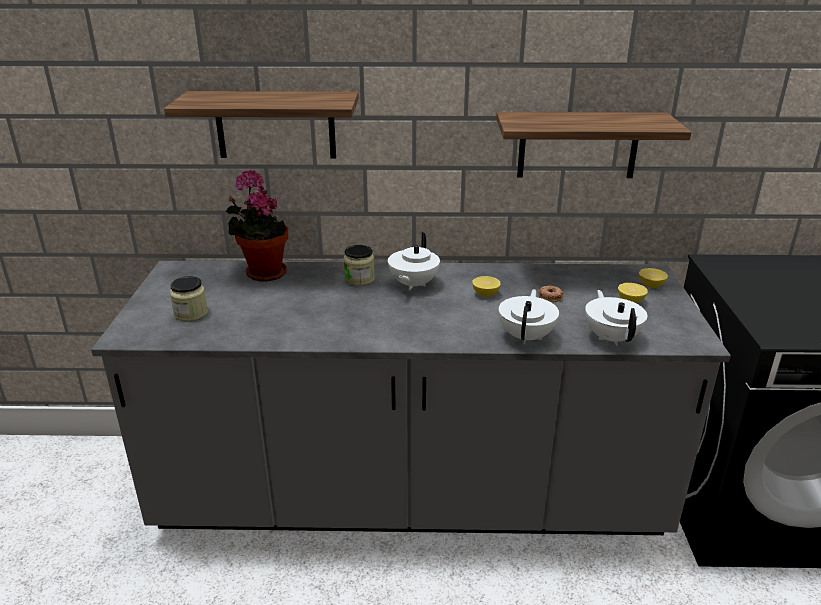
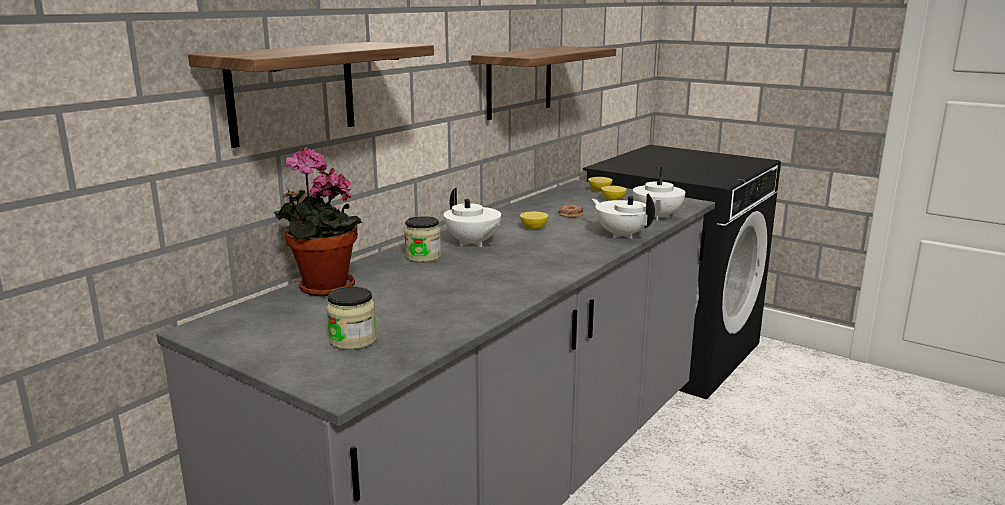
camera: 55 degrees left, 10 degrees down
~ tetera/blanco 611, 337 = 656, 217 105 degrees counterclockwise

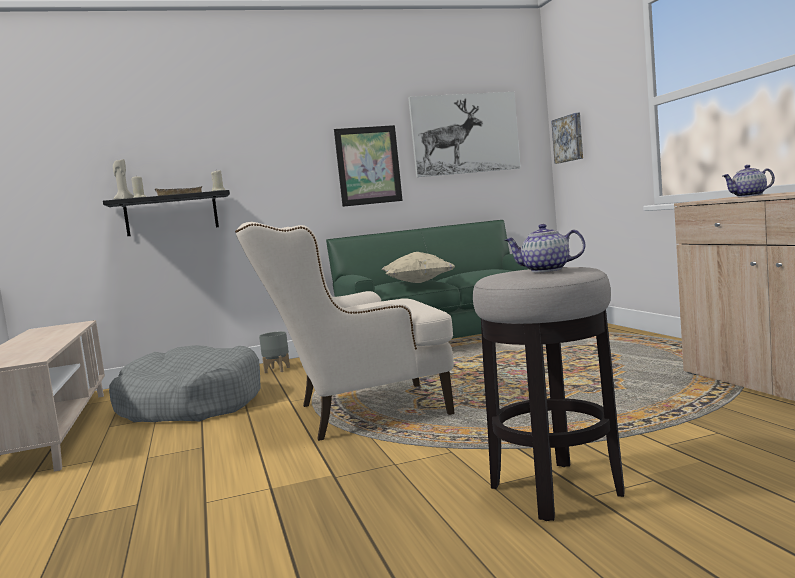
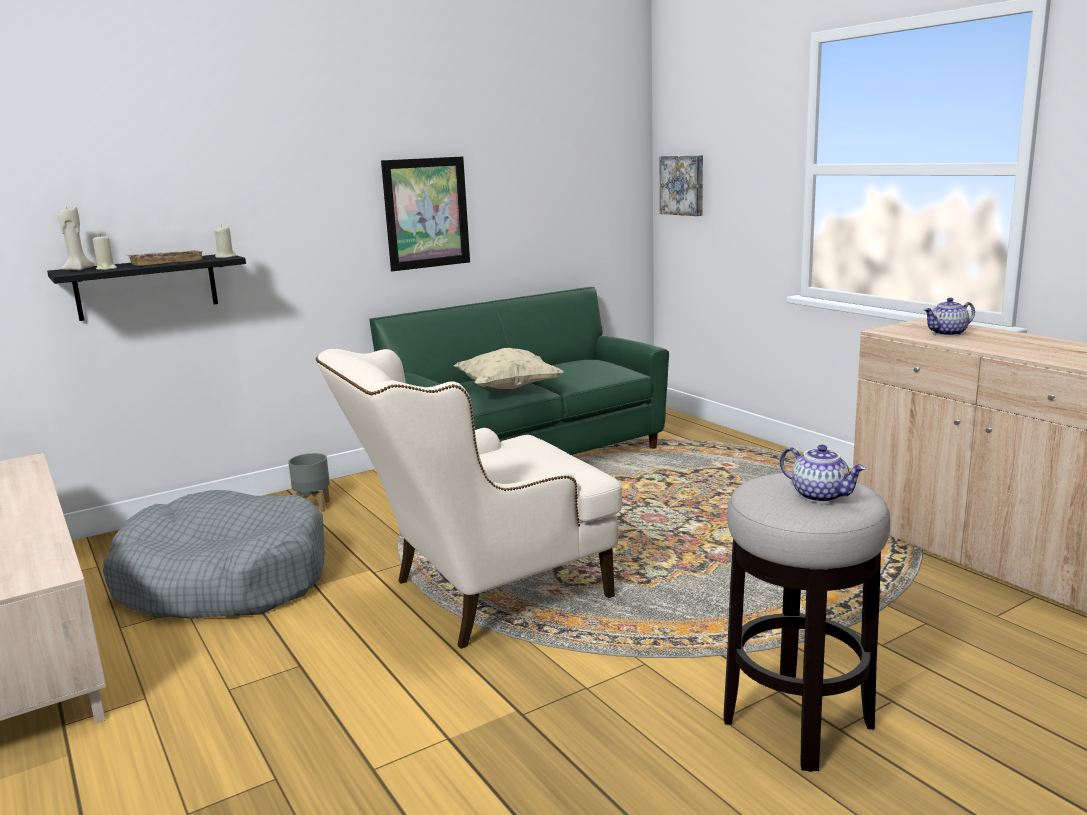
camera: 15 degrees left, 10 degrees up
- cuadro 465, 134
~ tetera 545, 270 = 821, 495 135 degrees counterclockwise

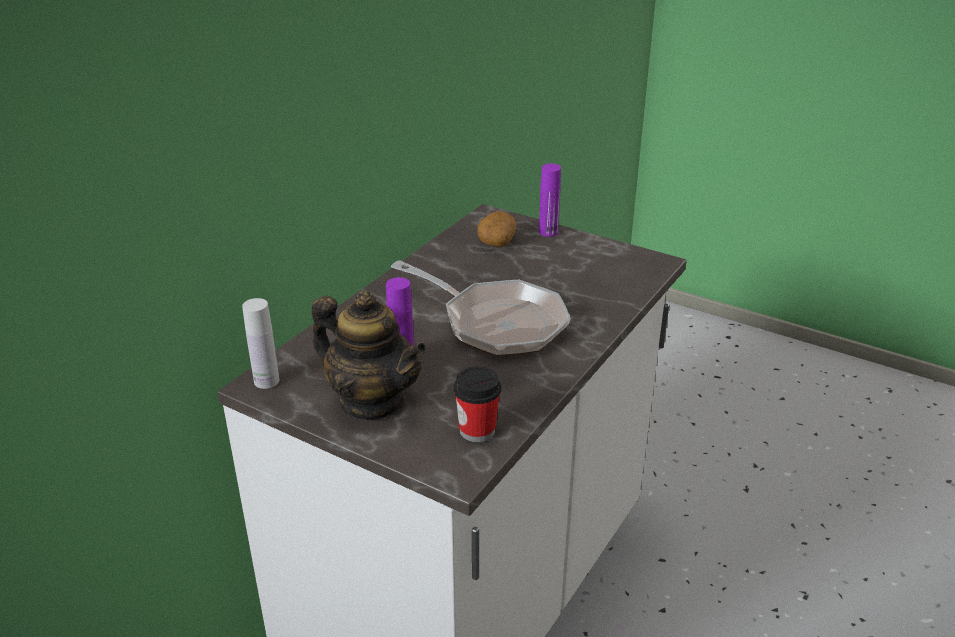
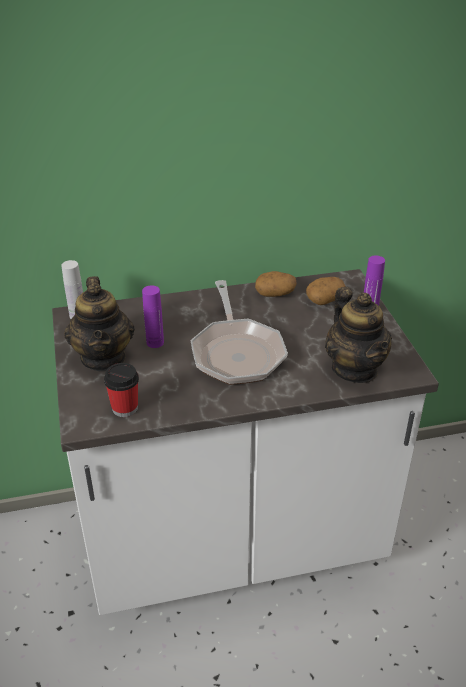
camera: 45 degrees right, 5 degrees up
+ patata 275, 293
+ tetera 355, 369

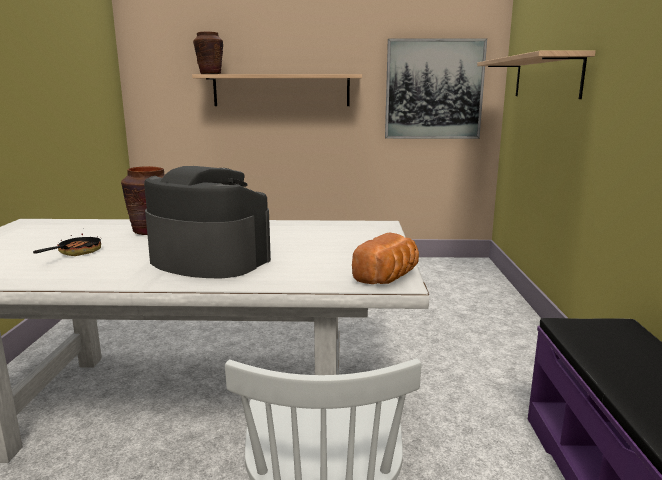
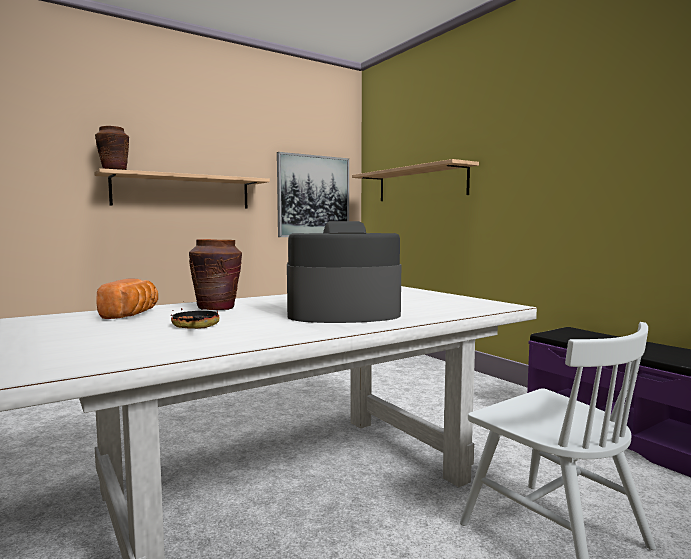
camera: 35 degrees left, 10 degrees down
~ pan 388, 277 to 132, 314

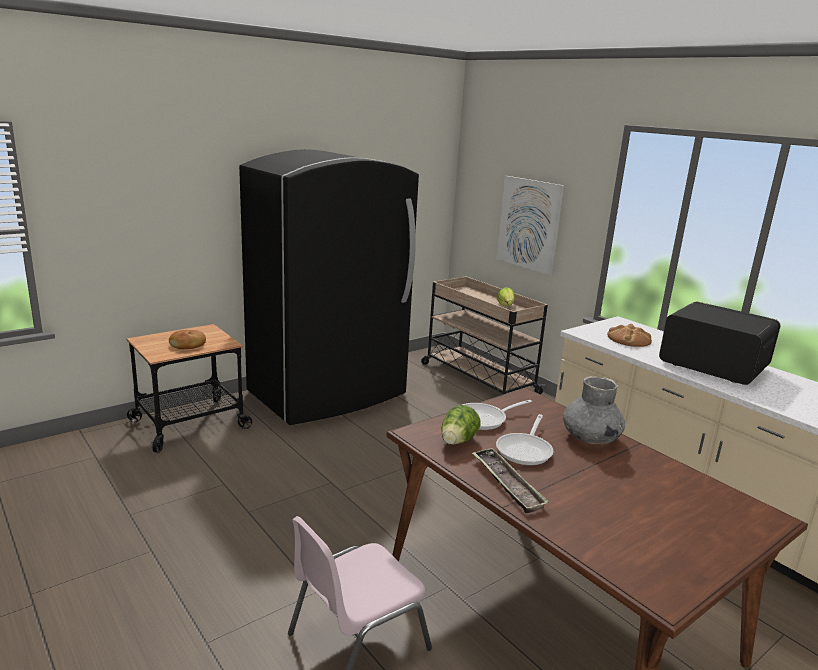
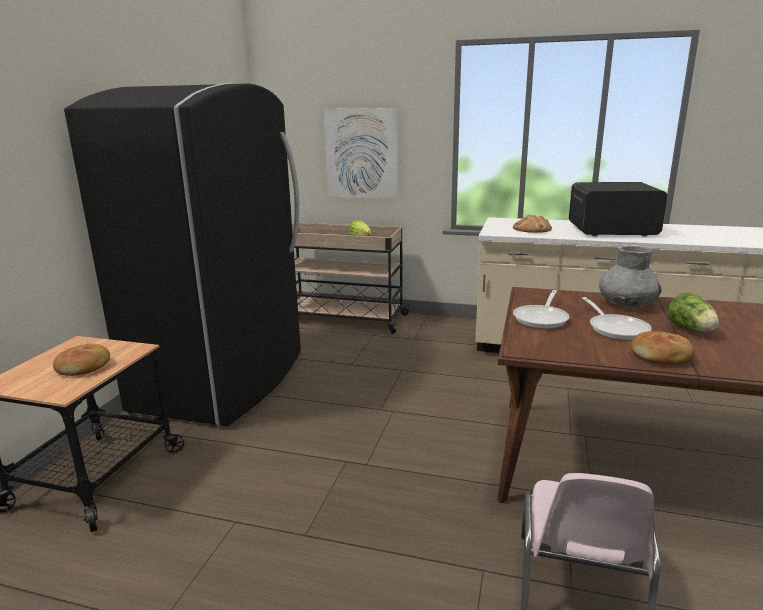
camera: 35 degrees left, 0 degrees up
~ lechuga 457, 442 to 691, 330
~ bandeja 507, 483 to pan 661, 357

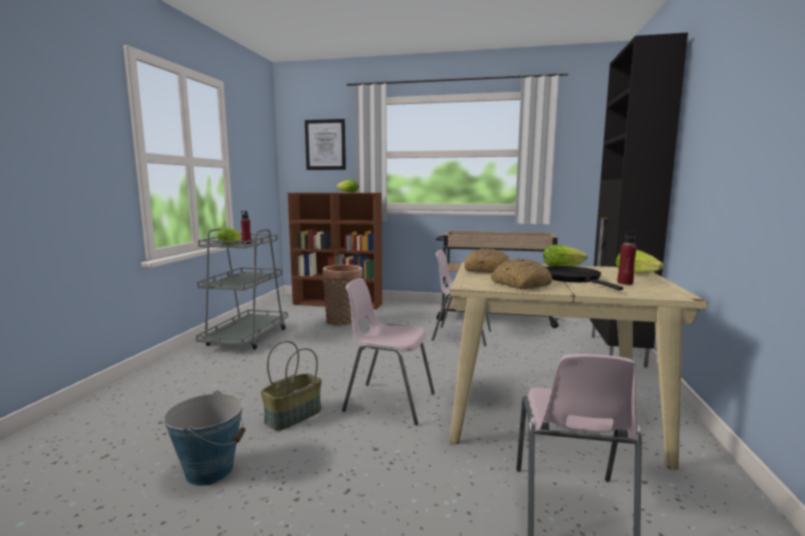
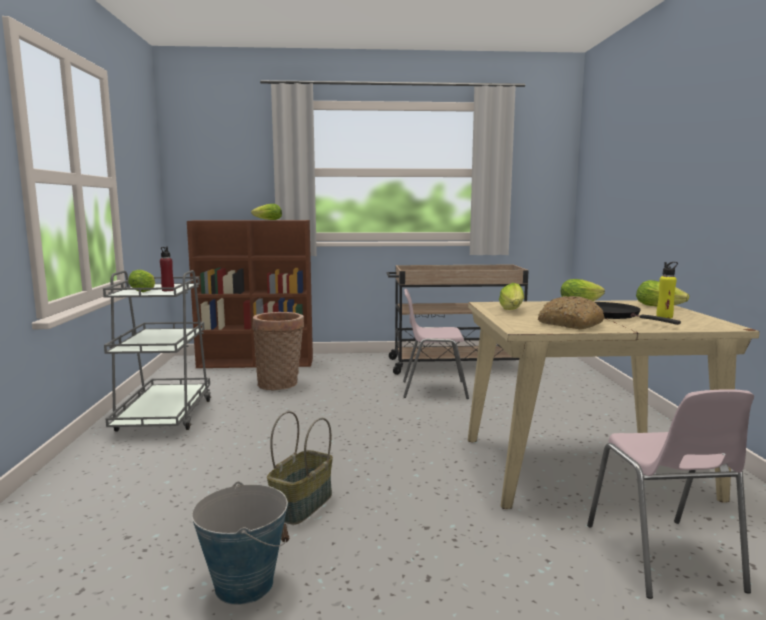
camera: 15 degrees left, 0 degrees up
- cuadro 325, 145
- silla/rosa 389, 402
~ pan 487, 270 to lechuga 512, 310
- armario/negro 616, 351
~ botella/rojo 625, 283 to botella/amarillo 664, 317

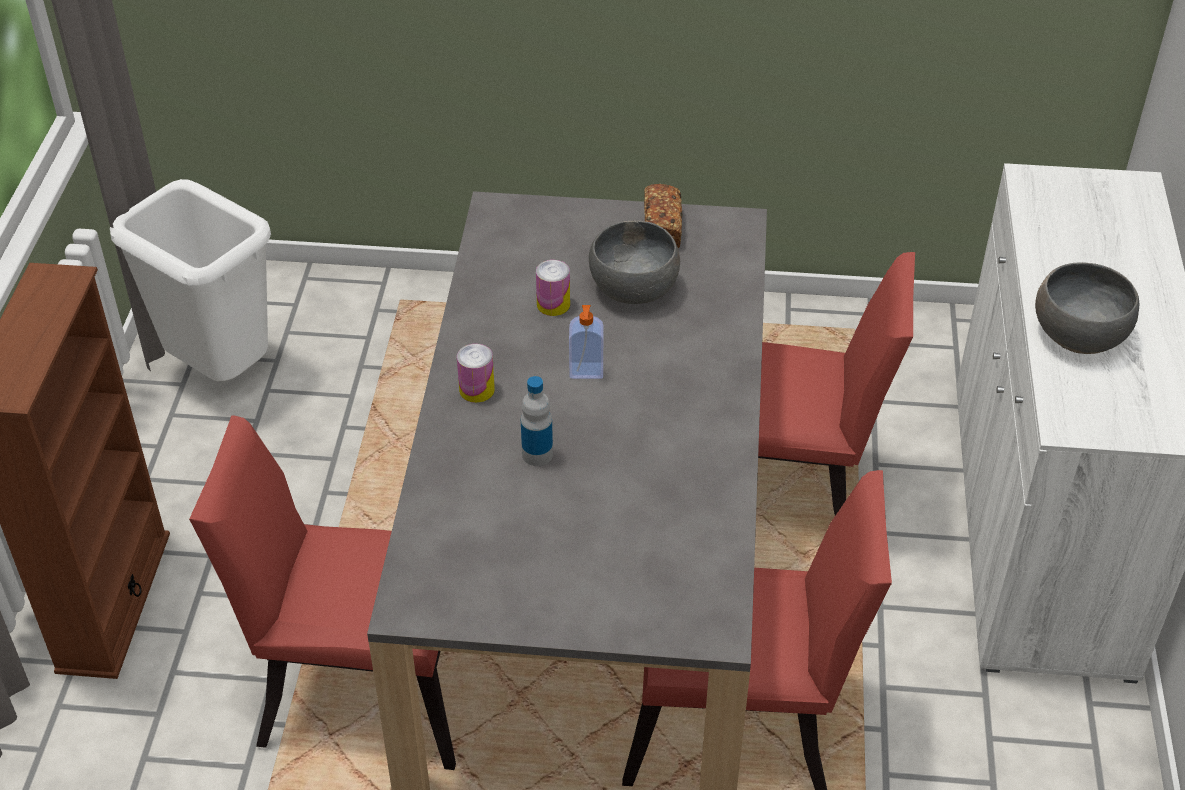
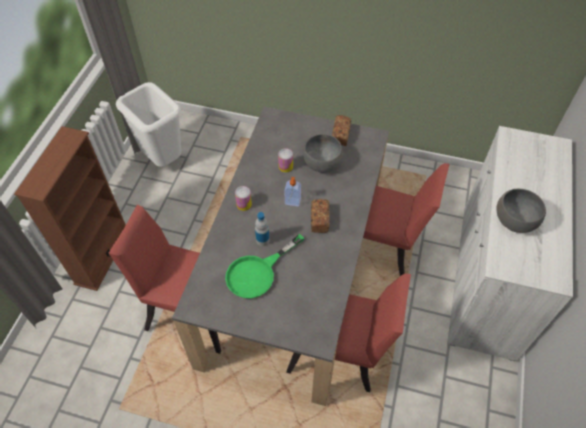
camera: 10 degrees right, 10 degrees up
+ sartén/verde 257, 273
+ pan 319, 220

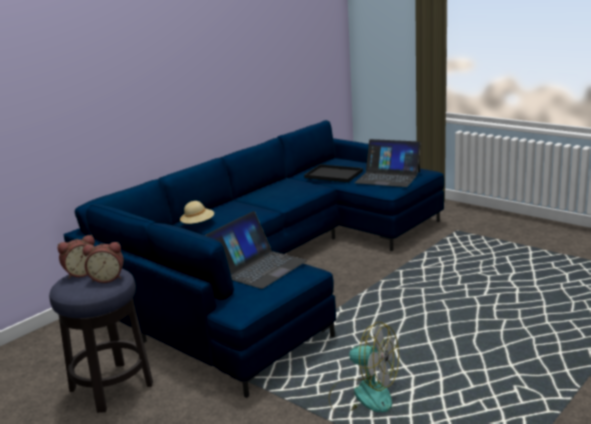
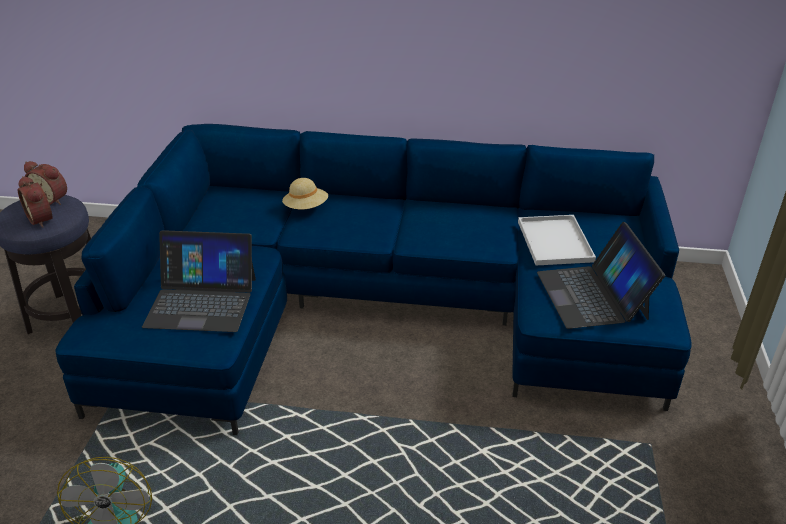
camera: 55 degrees right, 15 degrees up
~ bandeja/negro 334, 174 to bandeja/blanco 556, 242

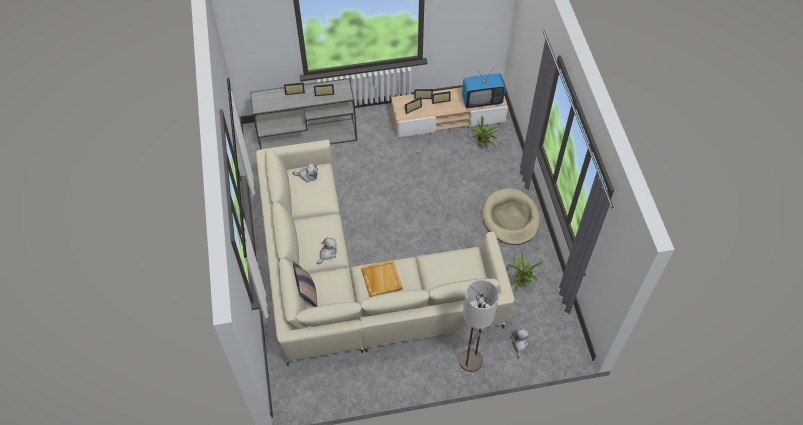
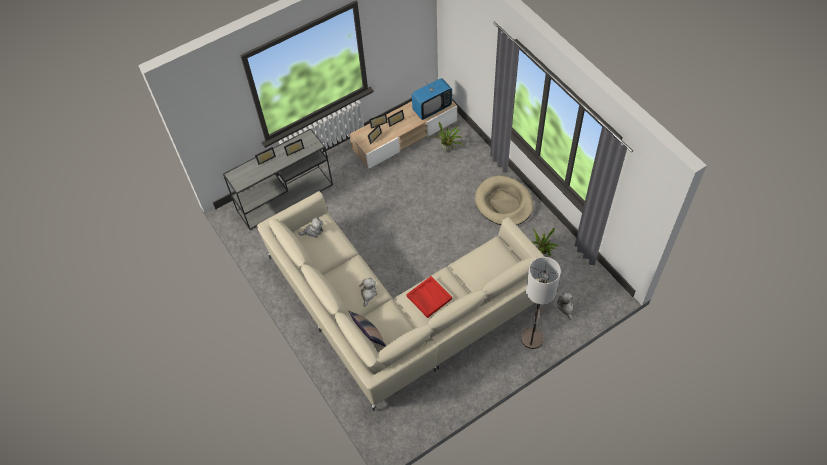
camera: 20 degrees left, 0 degrees up
~ bandeja/beis 381, 279 to bandeja/rojo 428, 297

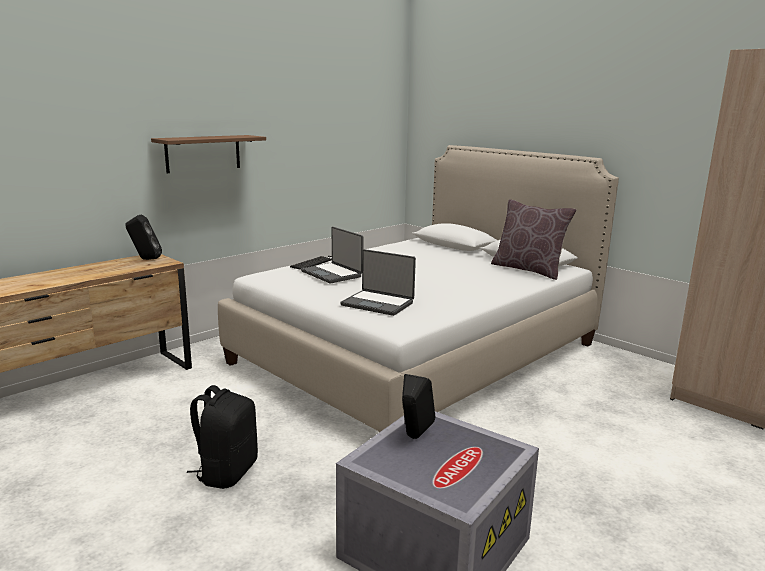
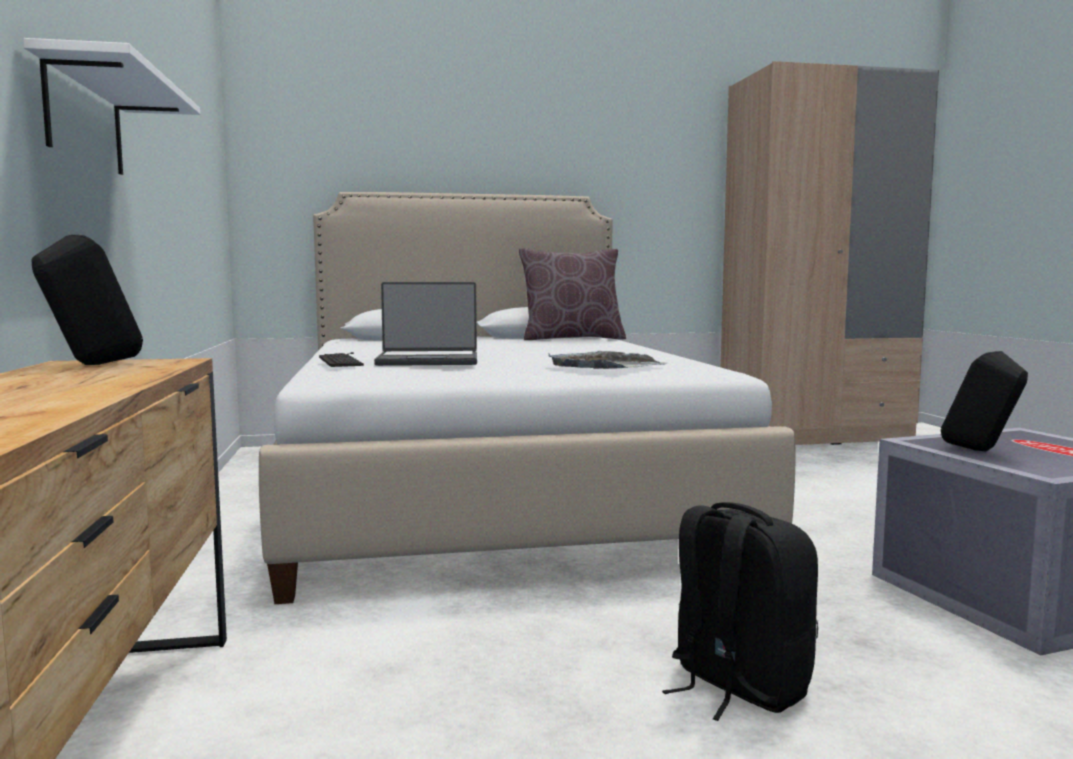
camera: 55 degrees left, 10 degrees down
~ estante/marrón 203, 153 to estante/blanco 84, 119
~ portátil 378, 303 to bandeja/gris 607, 366

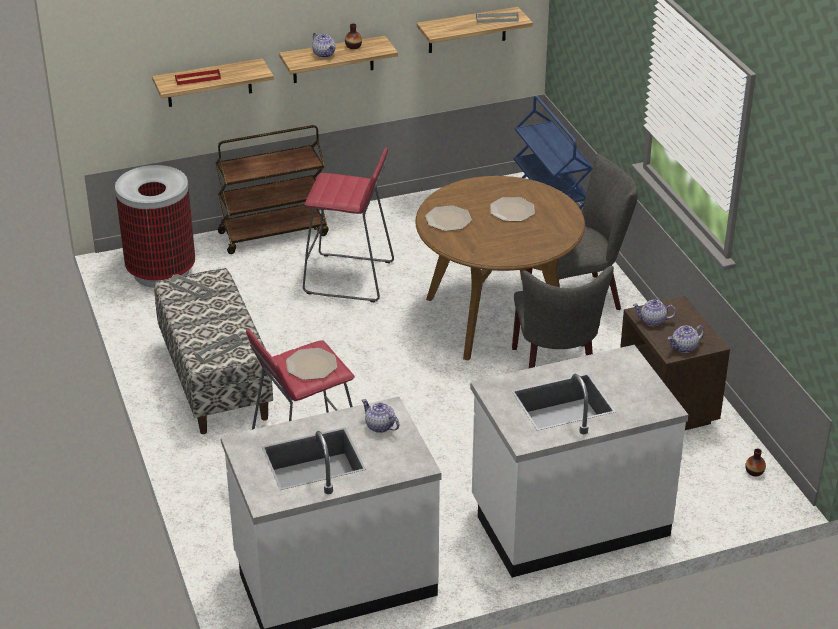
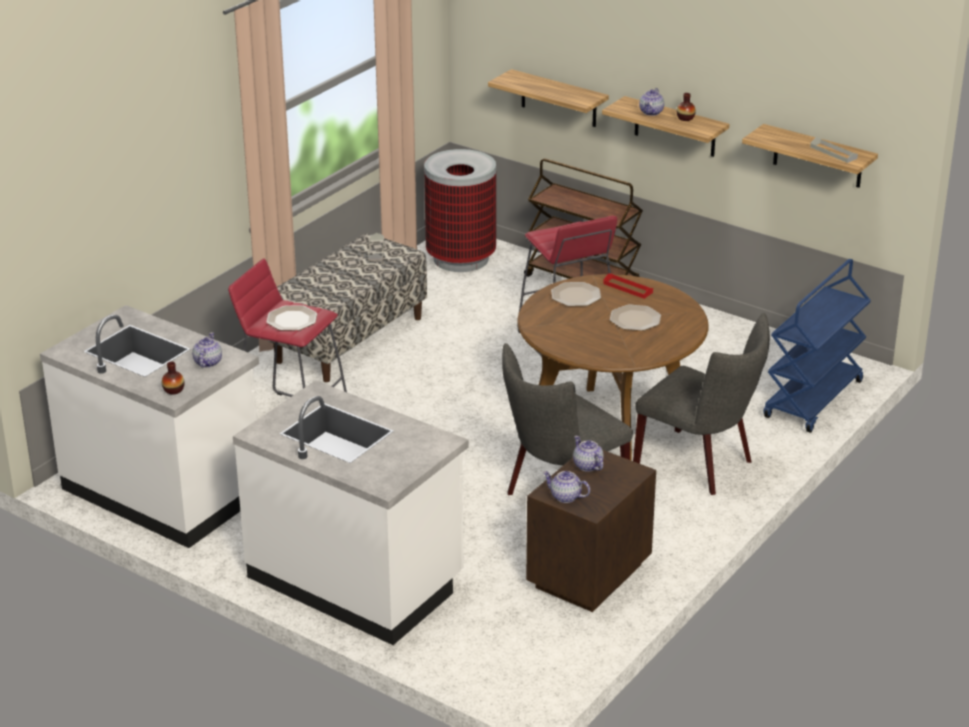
camera: 55 degrees right, 5 degrees down
~ bandeja/rojo 198, 79 to 628, 288
- bandeja/gris 219, 350
~ florero 754, 471 to 173, 390

